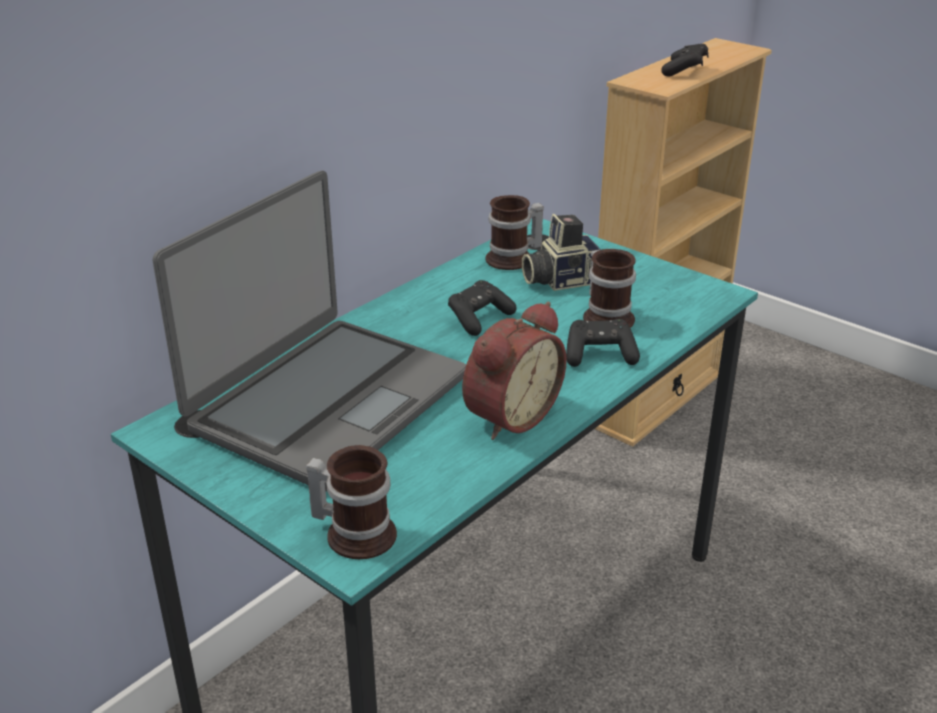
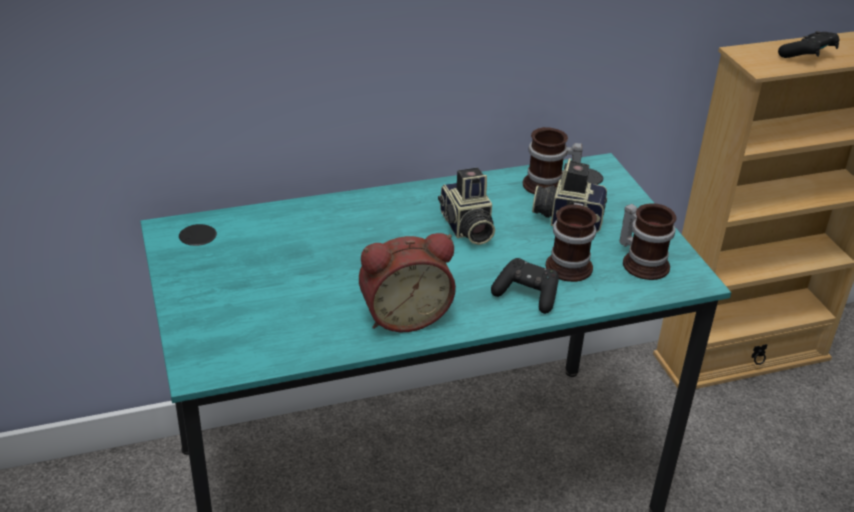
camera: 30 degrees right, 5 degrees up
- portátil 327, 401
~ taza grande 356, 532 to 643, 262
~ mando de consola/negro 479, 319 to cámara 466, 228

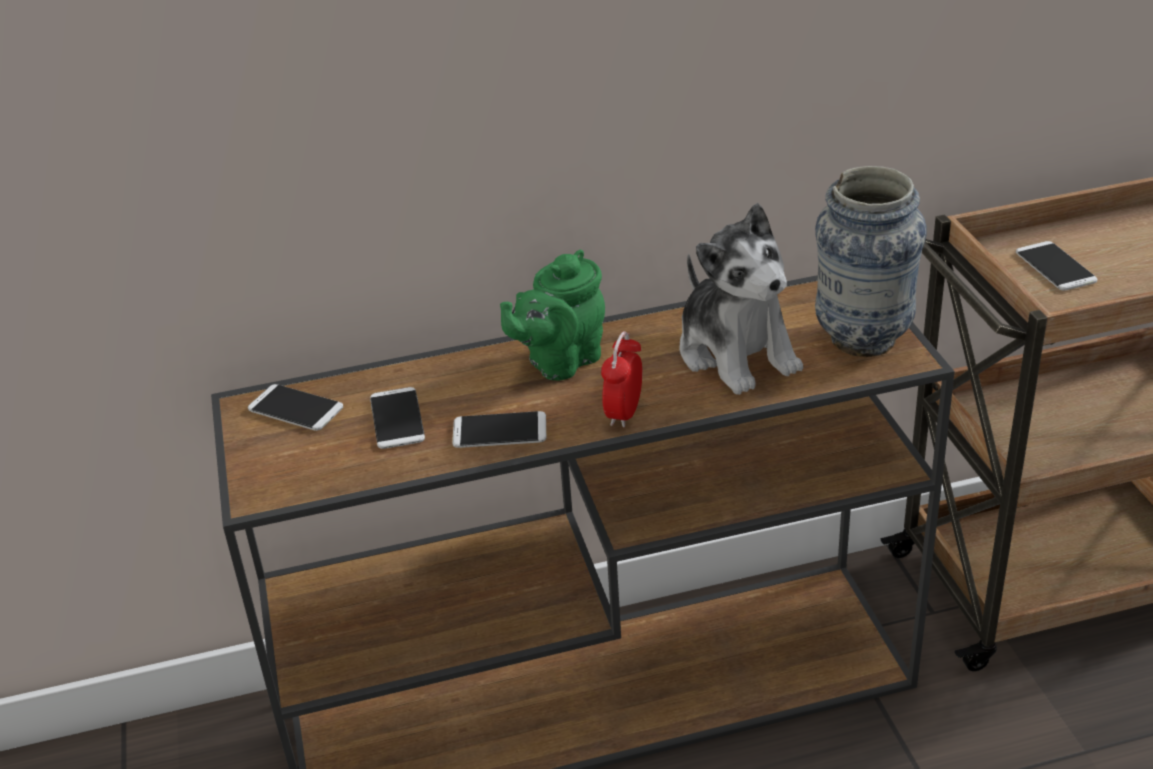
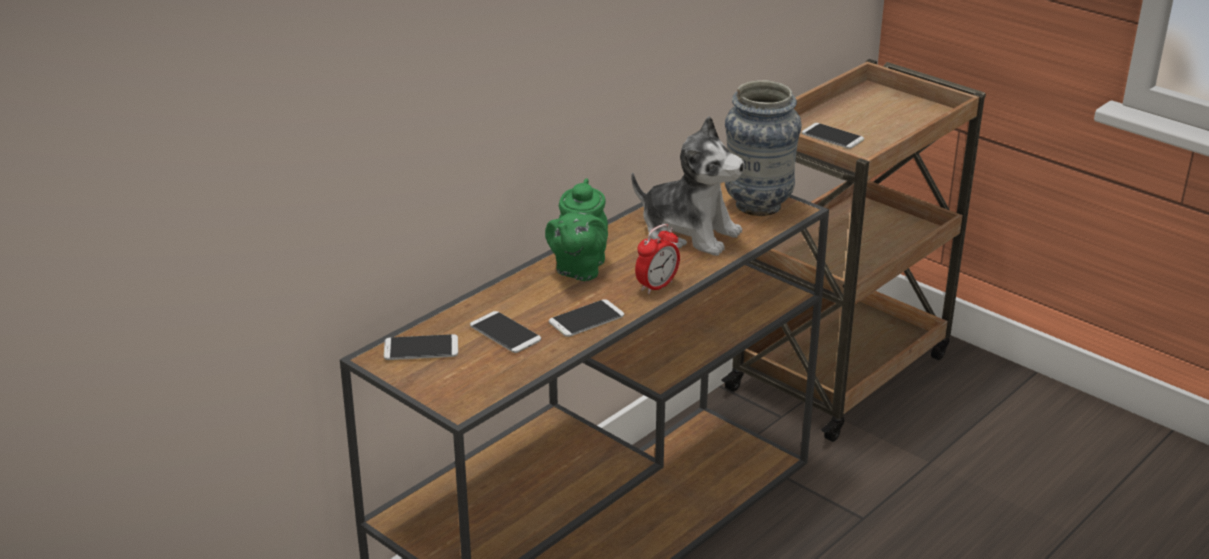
camera: 35 degrees left, 5 degrees down
~ despertador 624, 413 = 657, 286 120 degrees counterclockwise

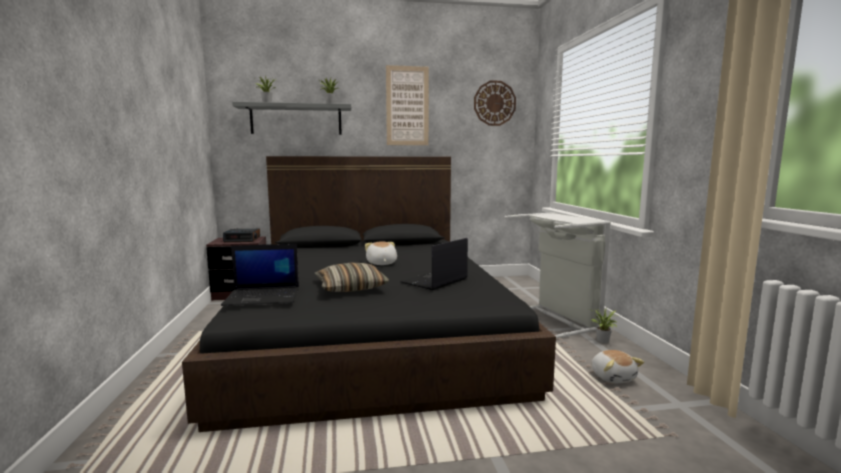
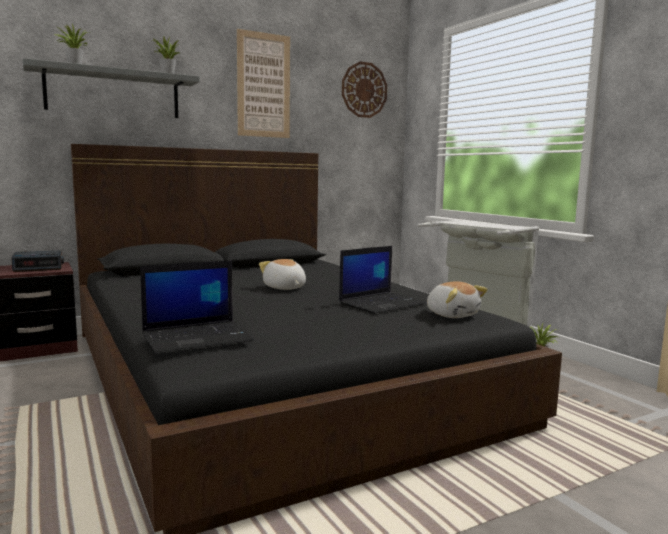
camera: 20 degrees left, 0 degrees up
- cojín 351, 287
~ portátil 434, 281 = 382, 303 150 degrees counterclockwise
~ peluche 613, 377 to 452, 315

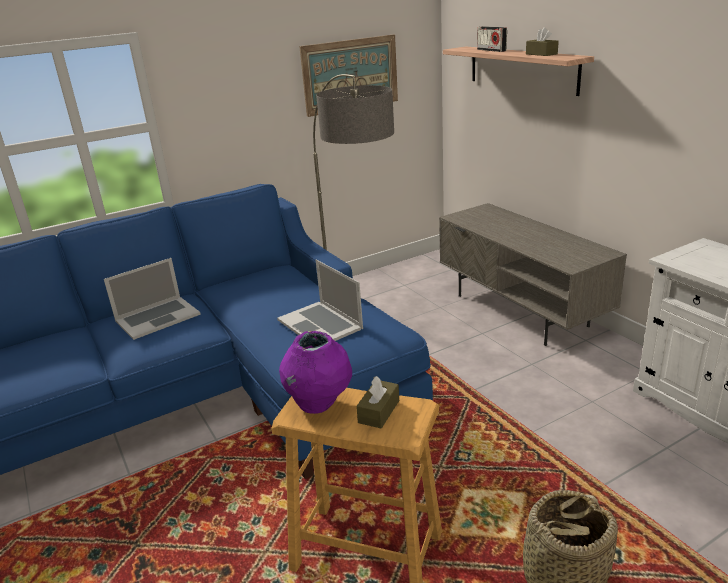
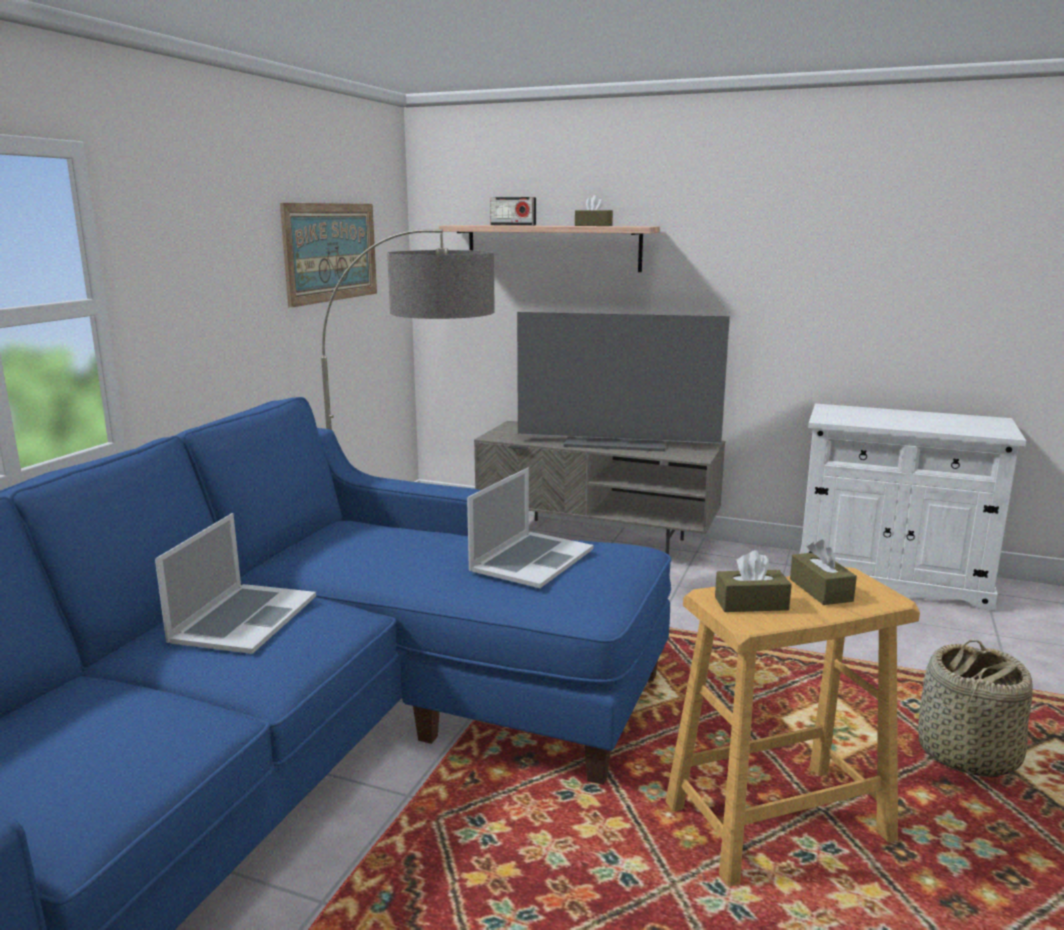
camera: 40 degrees left, 10 degrees down
~ portátil 320, 324 = 531, 559 75 degrees counterclockwise
~ florero/morado 319, 404 to caja de pañuelos/marrón 751, 603
+ televisor 617, 442

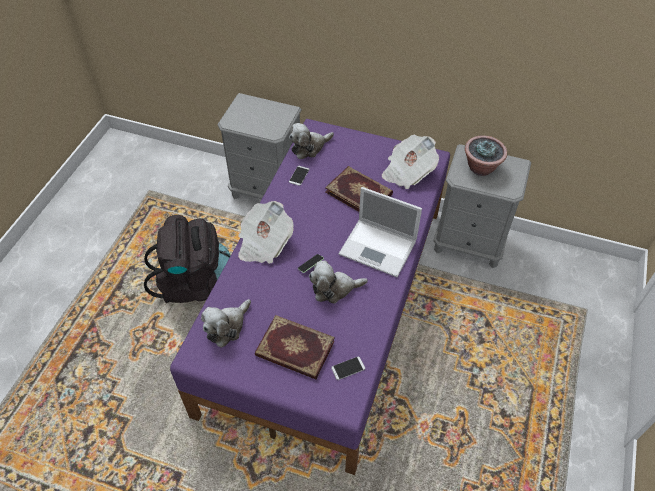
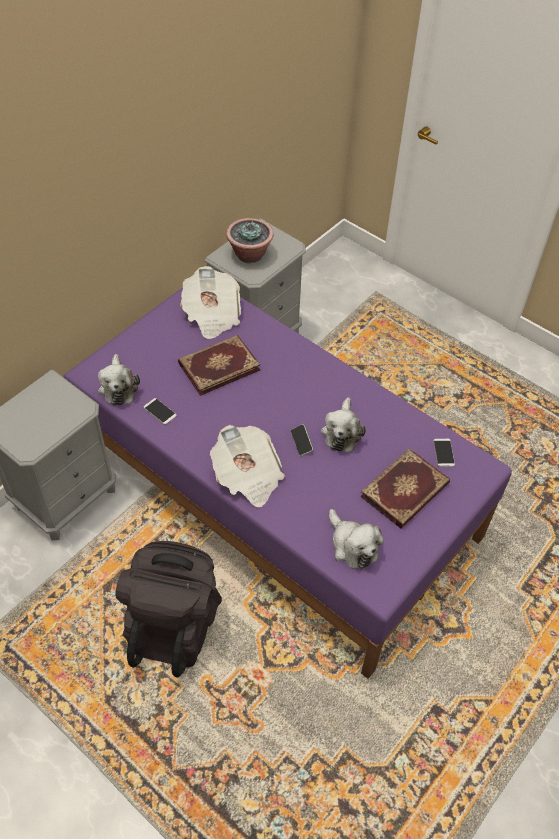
camera: 70 degrees left, 0 degrees up
- portátil 379, 248

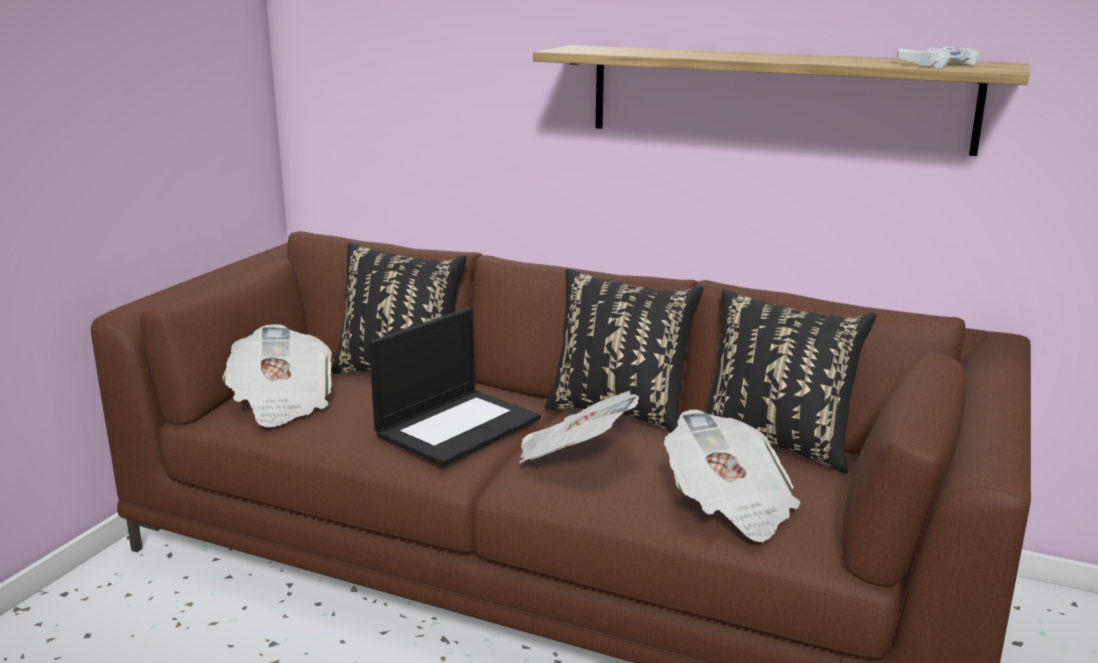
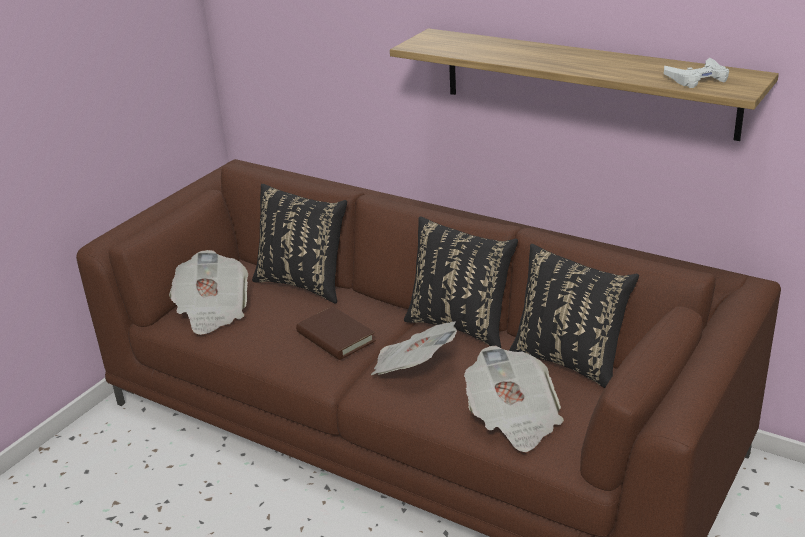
camera: 10 degrees right, 10 degrees up
~ portátil 458, 426 to libro/marrón 335, 337

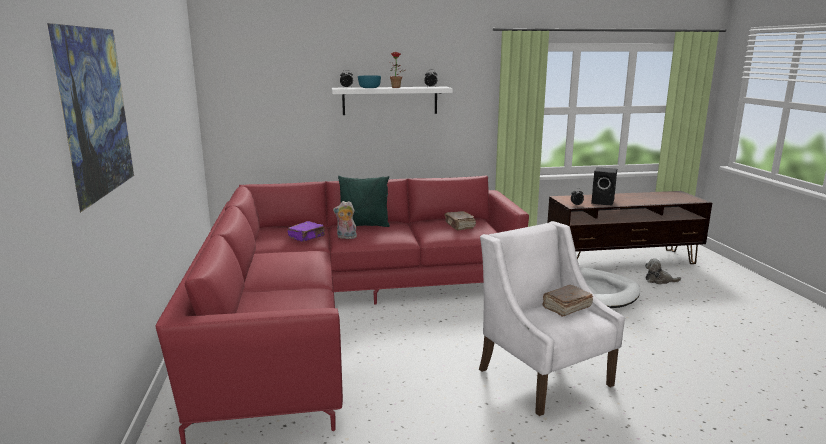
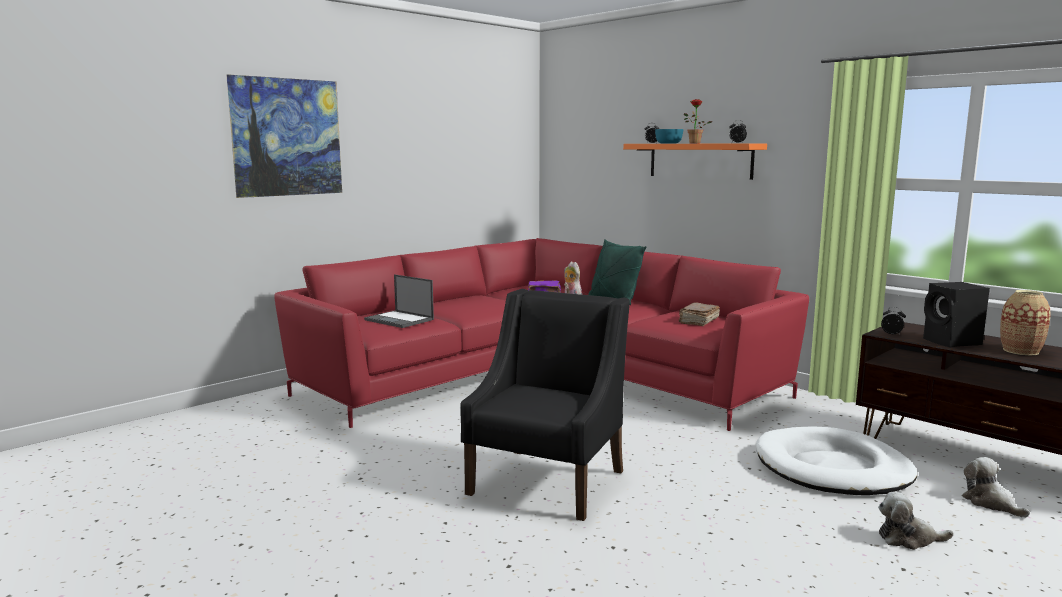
camera: 55 degrees right, 5 degrees down
~ estante/blanco 390, 100 to estante/naranja 700, 160
~ sillón/blanco 544, 376 to sillón/negro 548, 481
- libro/marrón 566, 308
+ portátil 400, 320
+ peluche 908, 539
+ florero 1020, 351

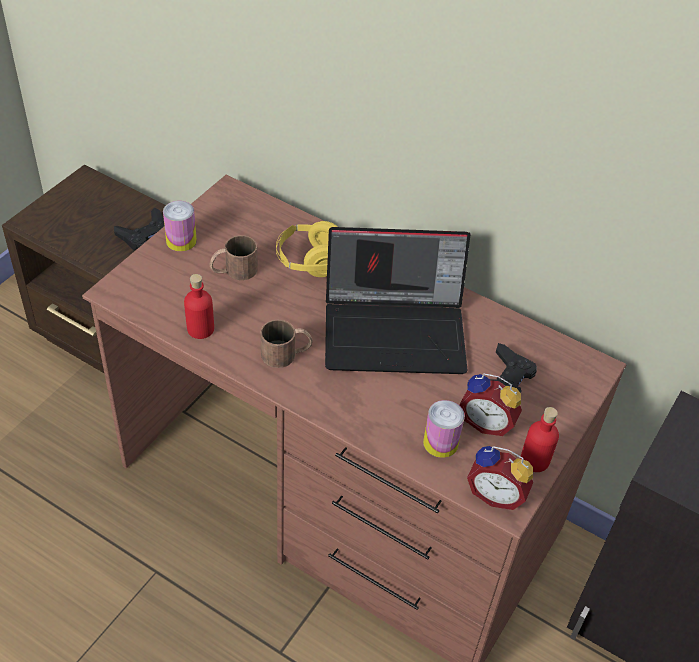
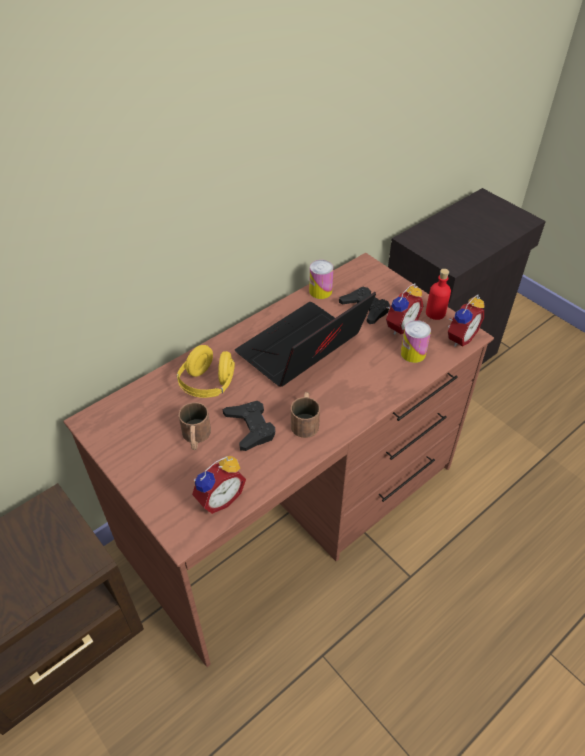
camera: 70 degrees left, 0 degrees up
~ mando de consola/negro 145, 235 to 250, 428
~ lata 181, 241 to 320, 291
- botella/rojo 200, 329
~ portátil 396, 330 = 302, 350 150 degrees counterclockwise
+ despertador 219, 498

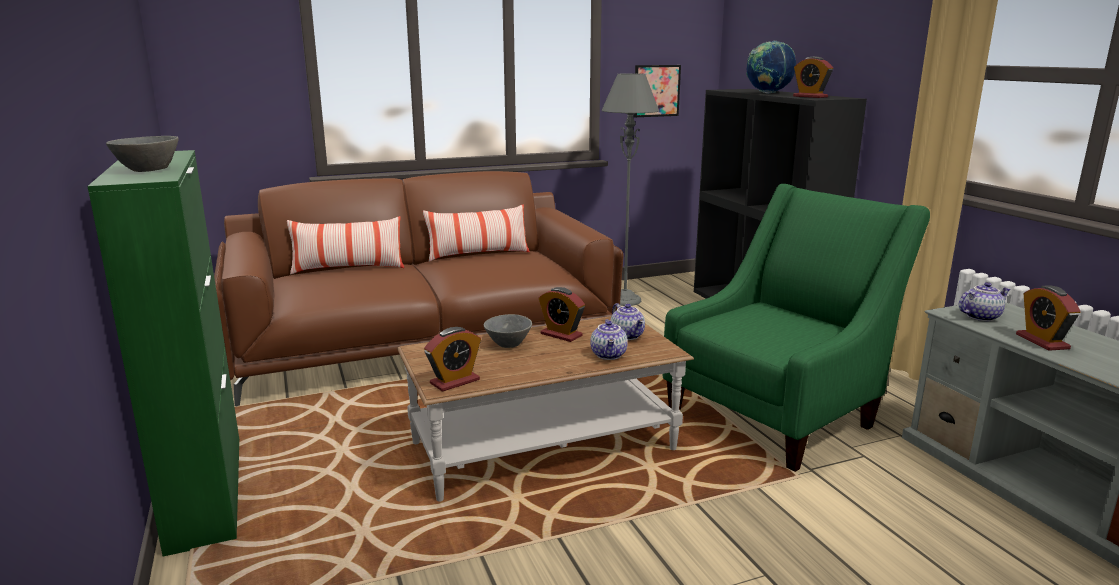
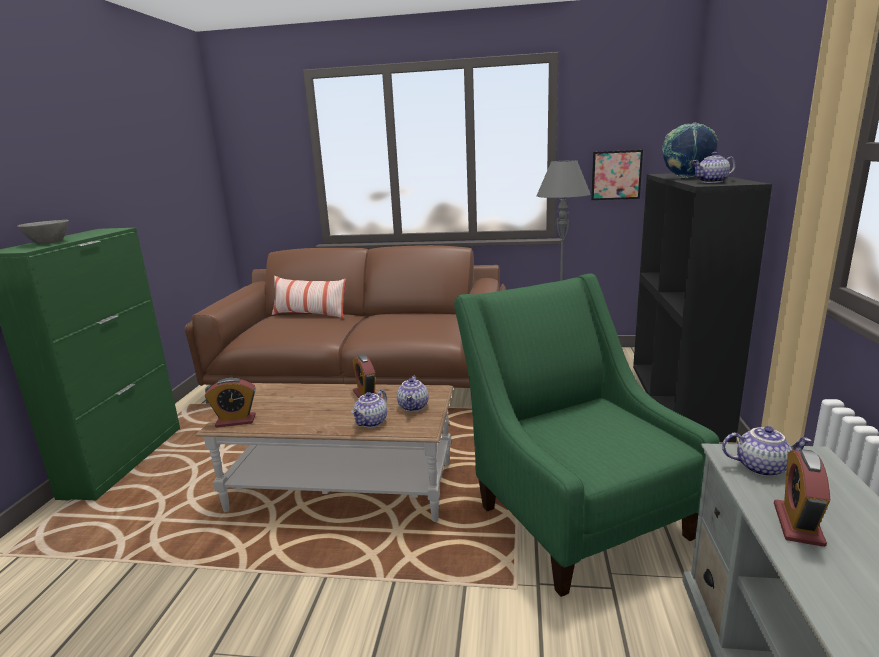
camera: 30 degrees right, 0 degrees up
- cojín 478, 255
- cuenco/gris 507, 344
~ sillón/verde 778, 414 = 574, 513 105 degrees counterclockwise
~ despertador 810, 96 to tetera 712, 182

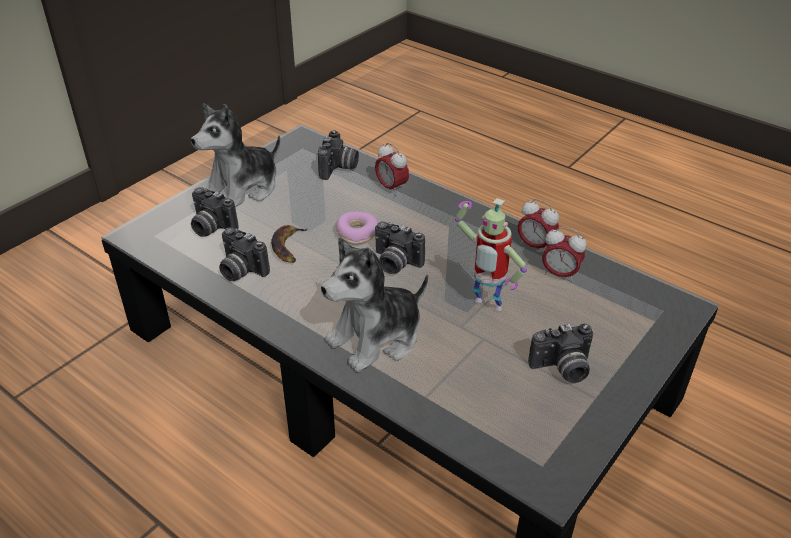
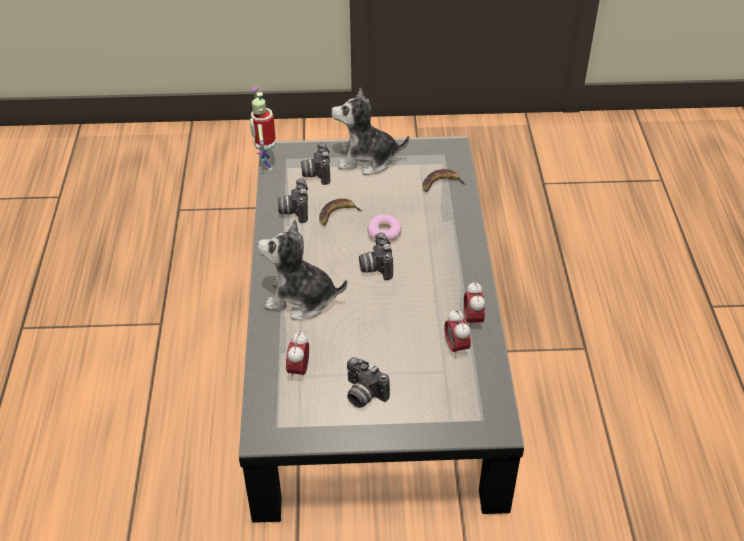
camera: 50 degrees right, 5 degrees up
~ cámara 339, 168 to plátano 440, 183
~ despertador 391, 188 to 299, 370
~ robot de juguete 485, 306 to 266, 164

